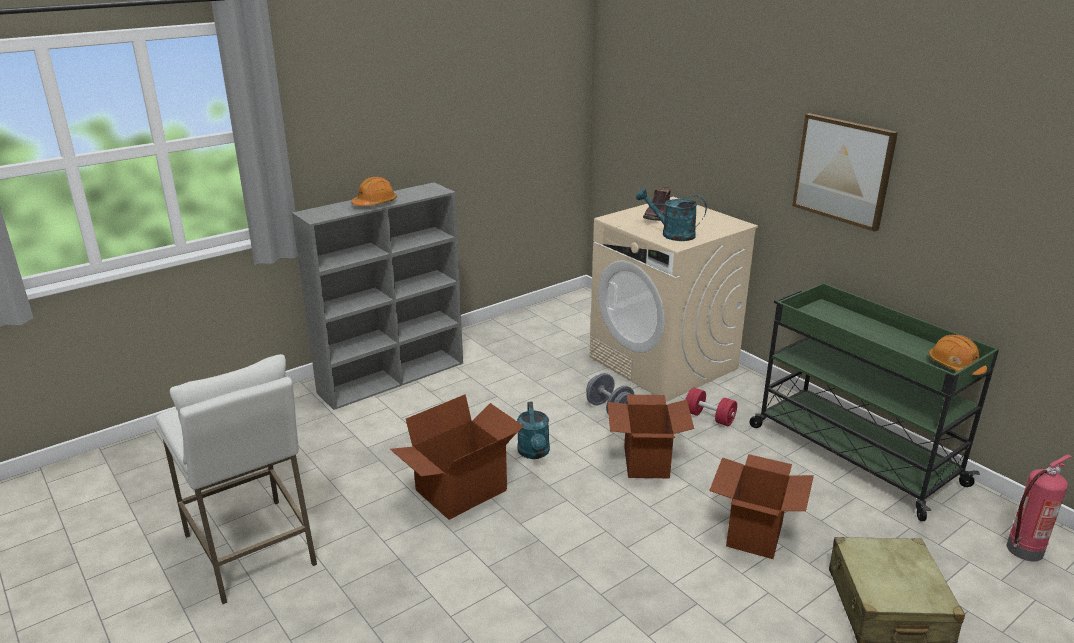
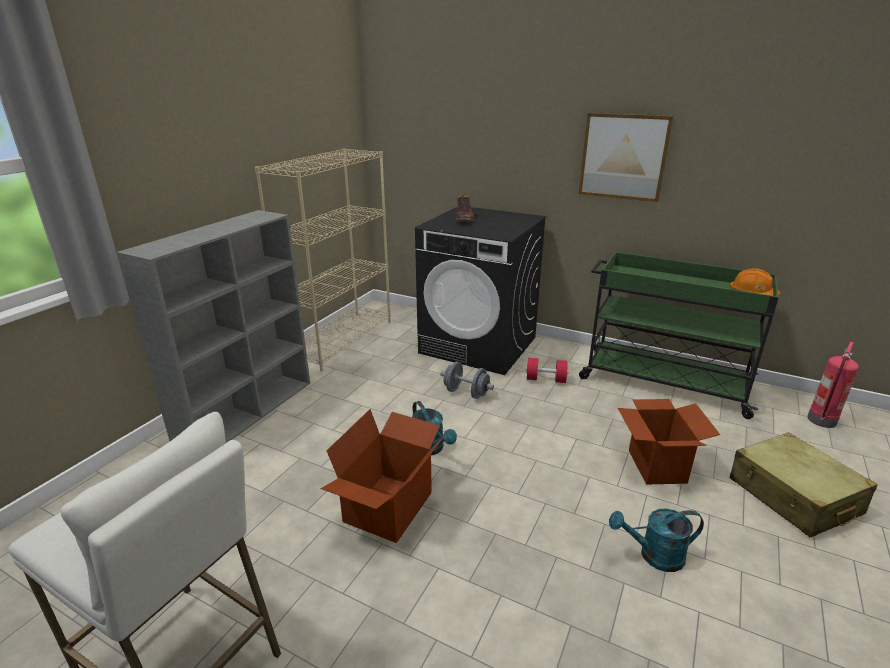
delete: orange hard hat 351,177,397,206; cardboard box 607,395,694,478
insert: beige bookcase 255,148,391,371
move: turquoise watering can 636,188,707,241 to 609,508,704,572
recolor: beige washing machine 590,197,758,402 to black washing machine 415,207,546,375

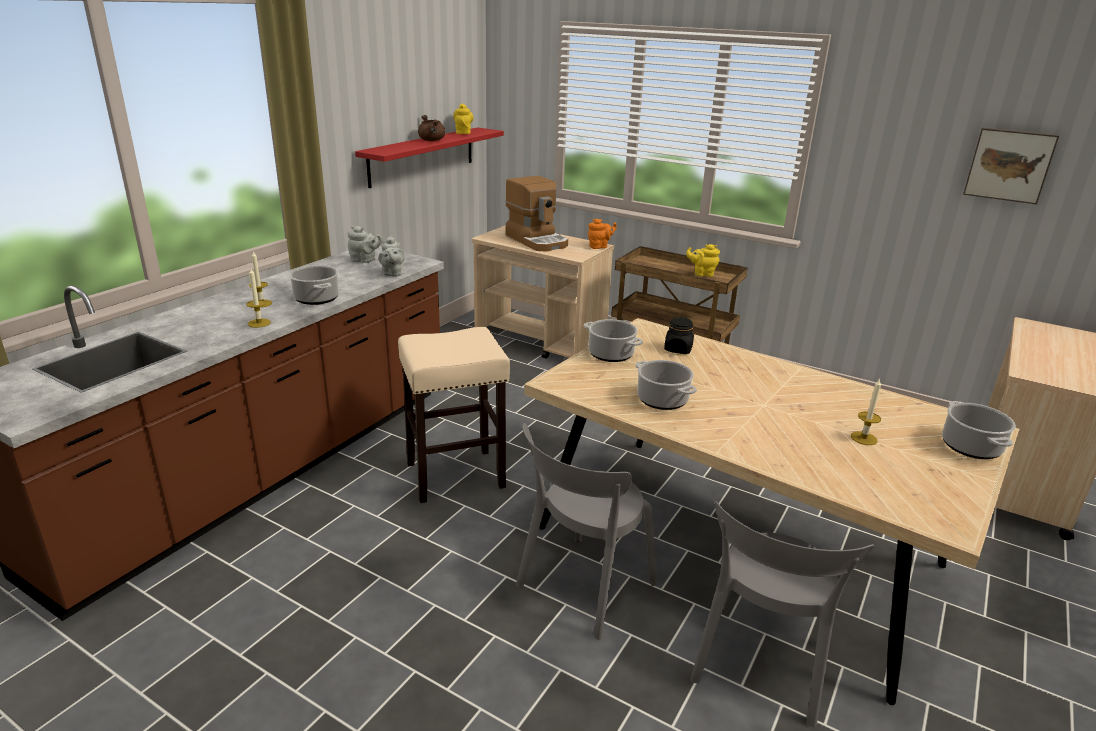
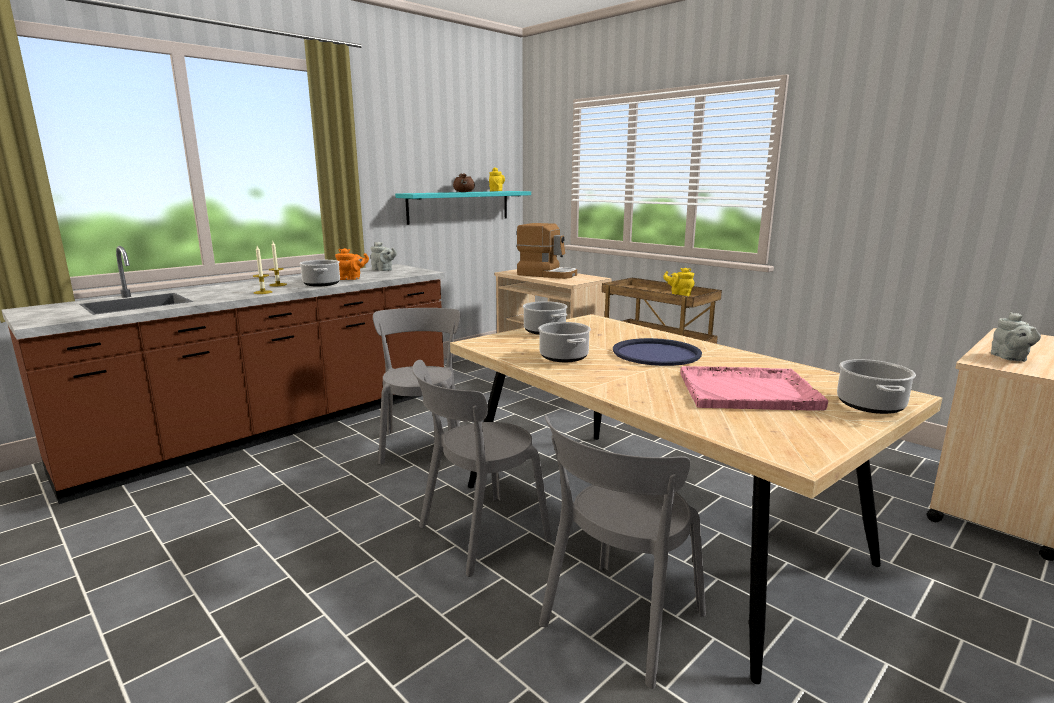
delete: black jar 664,317,694,354; picture 963,127,1059,204
insert: blue tray 613,338,702,366
move: grey teapot 378,236,405,277 to 991,312,1041,362; orange teapot 588,219,617,249 to 335,248,369,280
replace: beige stool 398,327,510,503 to grey chair 373,308,460,464; candle 851,379,881,445 to pink tray 680,366,828,411
recolor: red shelf 355,127,504,188 to turquoise shelf 395,191,531,225
rotate: coffee machine 506,176,568,251 = 517,223,577,279 45 degrees counterclockwise

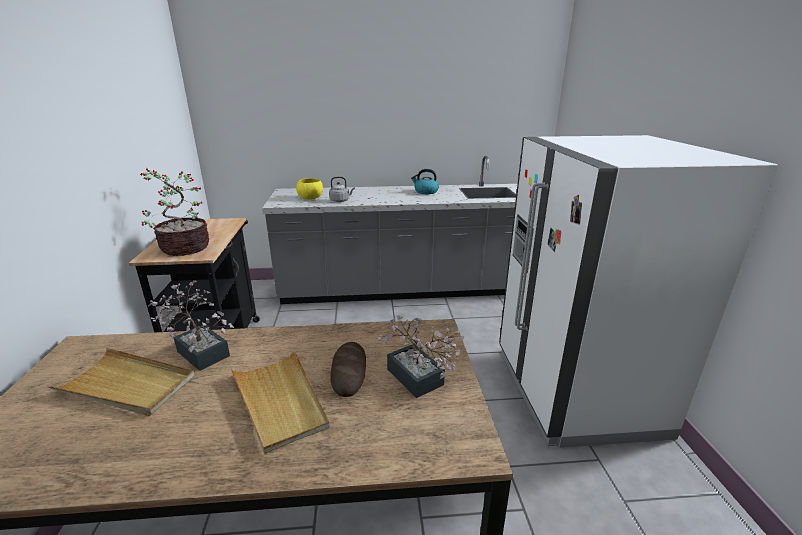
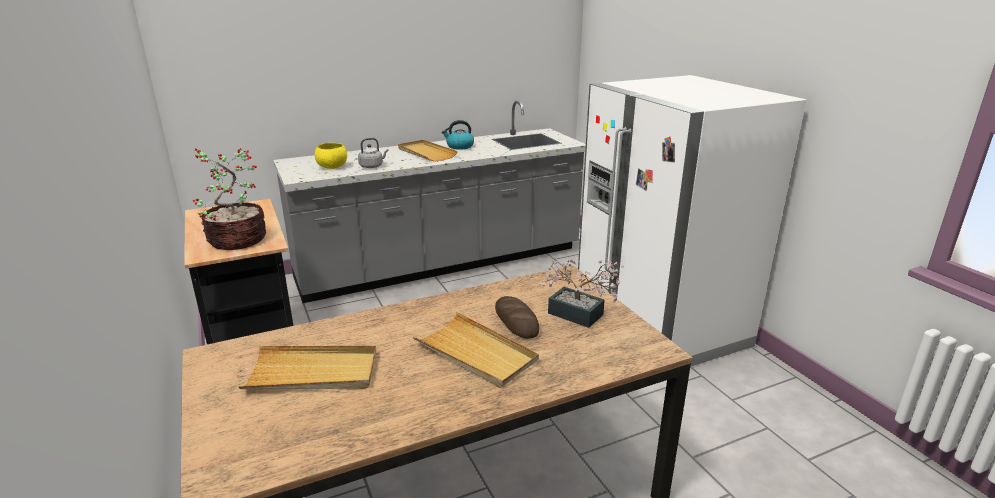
delete: potted plant 148,280,234,371
insert: beige tray 398,140,458,162

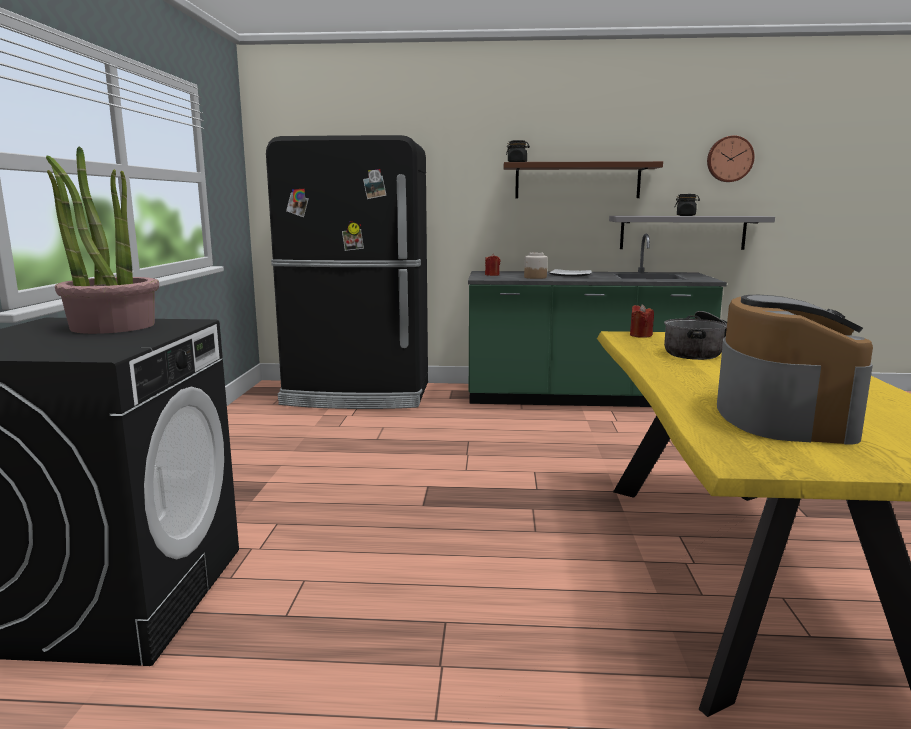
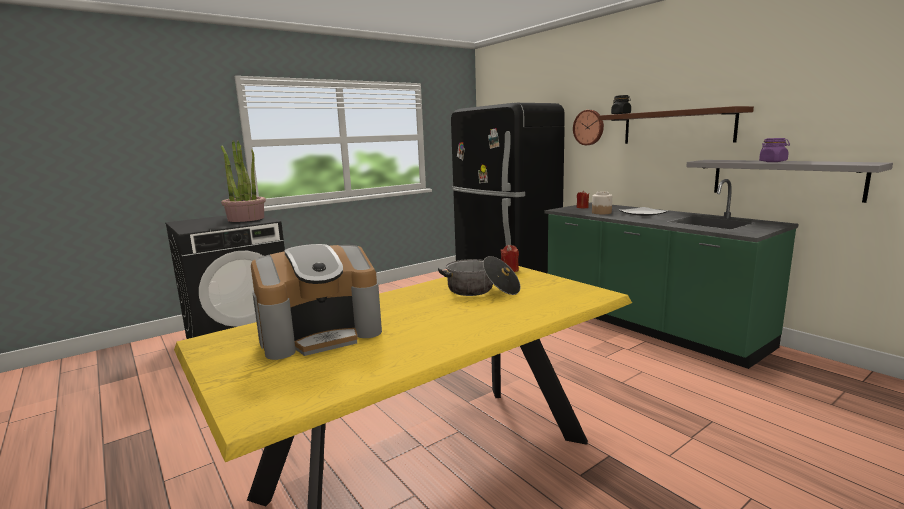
move: wall clock 707,135,755,182 to 573,110,604,145
recolor: black jar 675,194,700,216 to purple jar 759,138,790,162

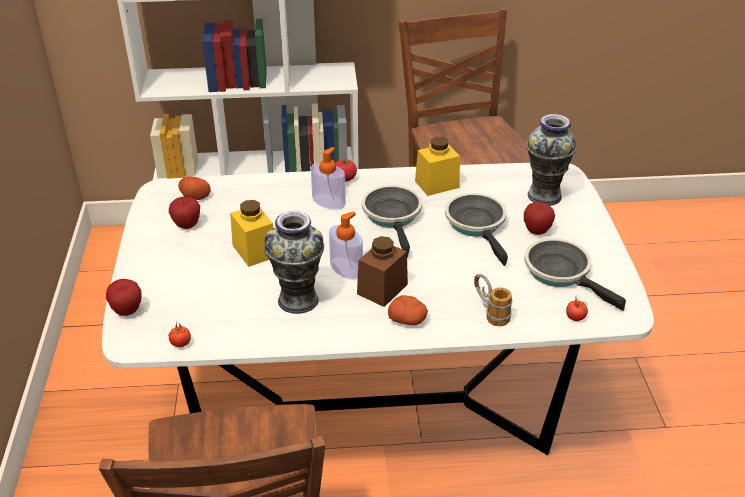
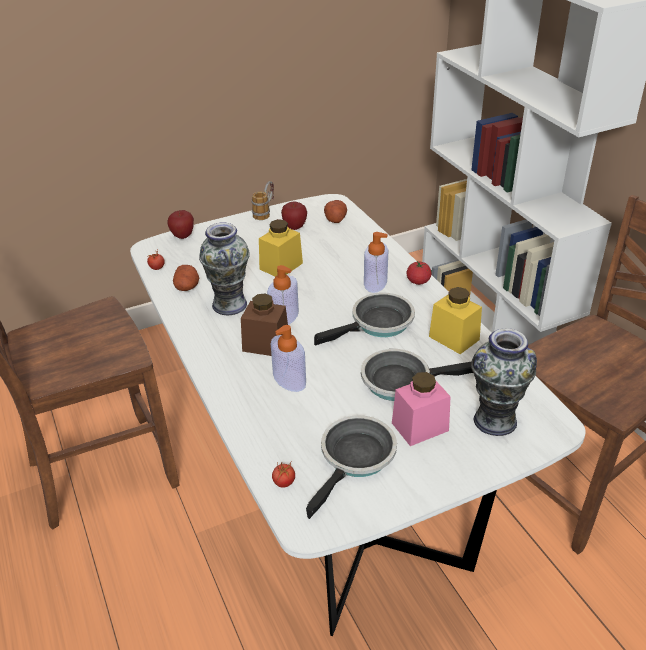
insert: soap dispenser 271,325,306,392
move: potato 388,295,428,325 to 173,265,199,291; mug 474,274,512,326 to 251,181,274,220
replace: apple 524,202,555,235 to pink jar 392,372,451,446
rotate: frying pan 445,193,508,266 = 361,349,473,401 150 degrees counterclockwise

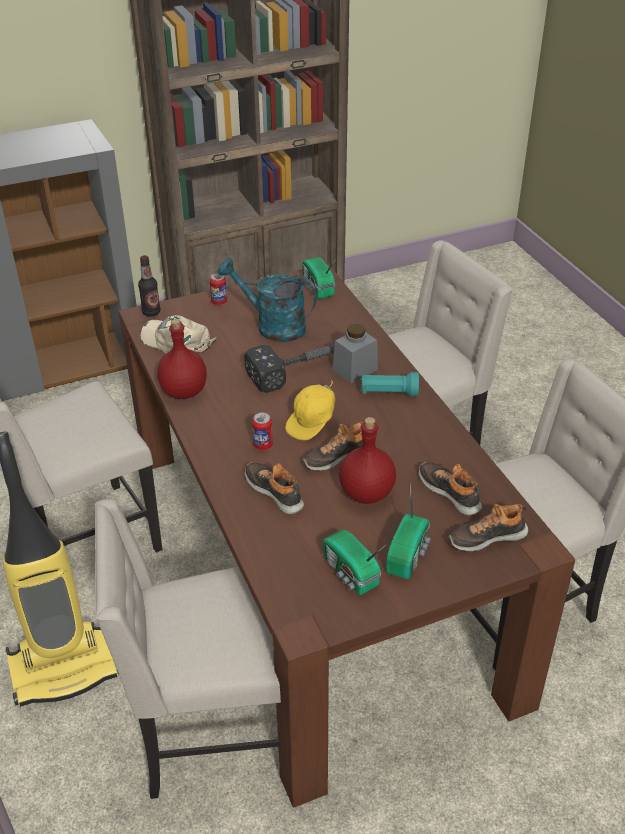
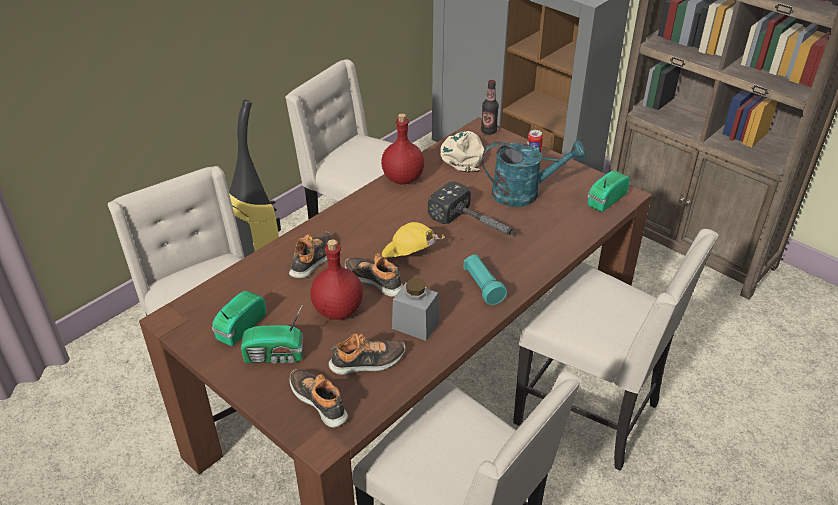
delete: can 252,413,273,450
move: grey jar 333,324,378,383 to 392,278,440,341
rotate: turquoise watering can 217,258,317,342 = 482,140,586,207 90 degrees clockwise; shoe 419,462,482,516 = 328,333,406,375 45 degrees clockwise

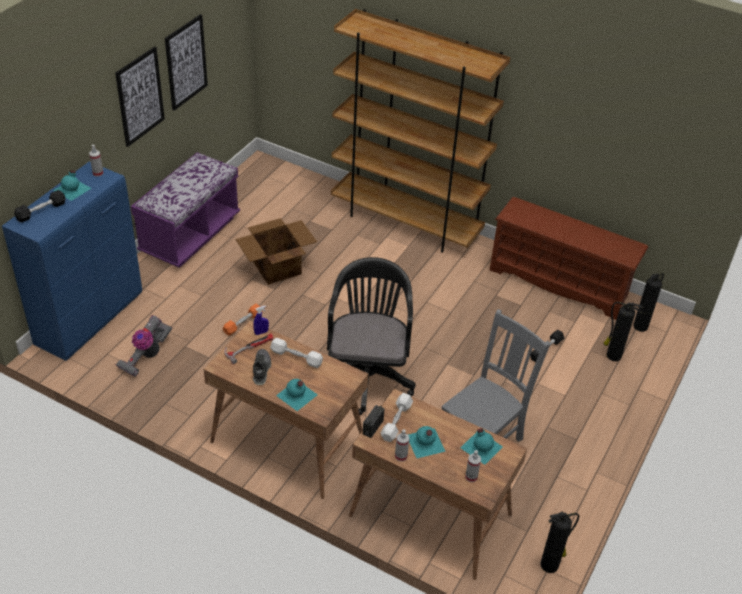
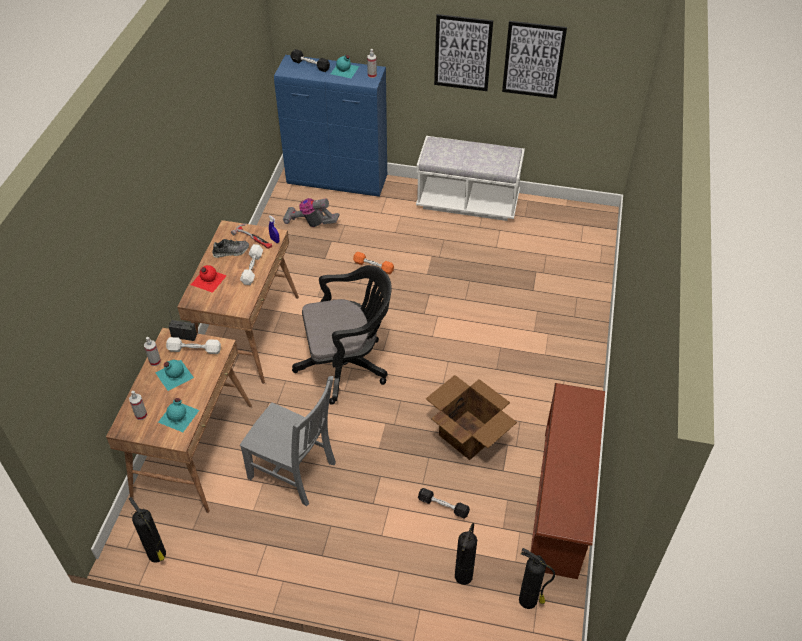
delete: brown bookcase 331,9,510,253
move: cardboard box 235,218,317,285 to 426,375,517,460
recolor: purple bench 131,152,240,268 to white bench 416,136,525,221; turquoise bottle 276,379,318,411 to red bottle 191,265,227,293

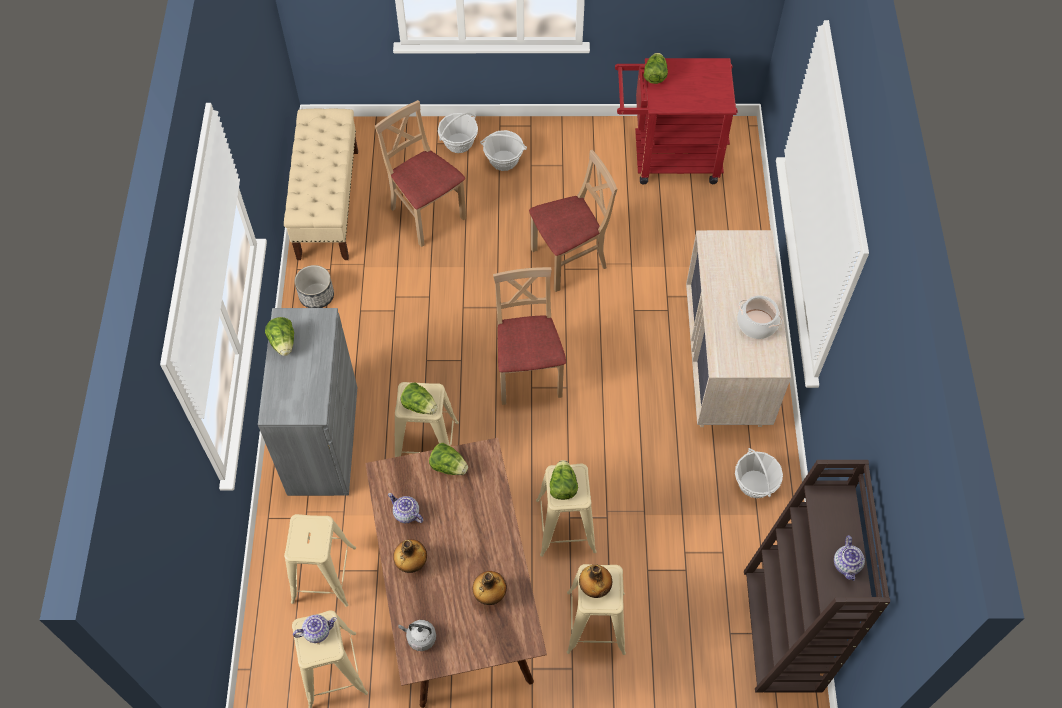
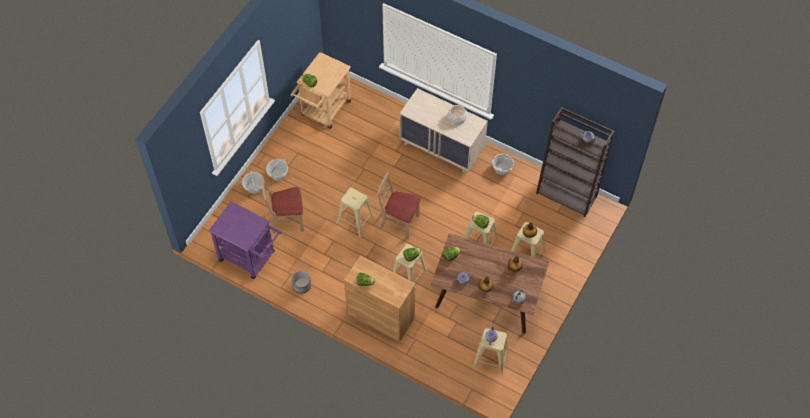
delete: beige chair 529,150,617,292
move: beige stool 284,514,356,607 to 337,188,375,237
replace: beige bench 284,108,358,260 to purple cart 209,201,282,279
recolor: grey cabinet 258,308,357,496 to brown cabinet 344,256,415,342; red cart 615,58,738,184 to beige cart 291,52,351,129

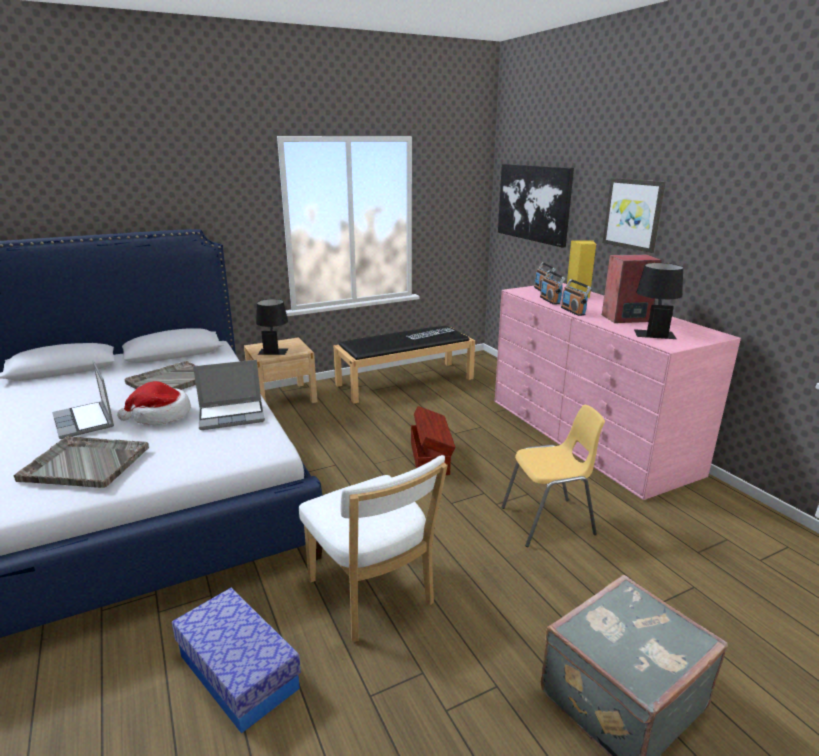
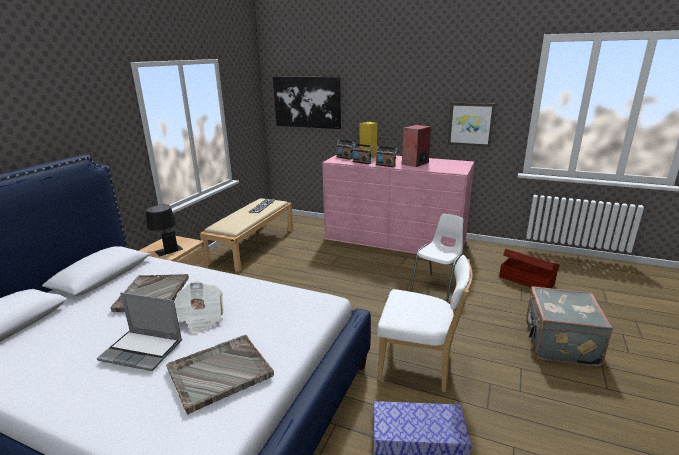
delete: laptop 193,360,265,430; black table lamp 634,263,683,339
move: brown storage box 411,406,455,475 to 499,249,560,288; picture 603,178,665,253 to 448,102,496,147
replace: hat 117,381,191,425 to newspaper 175,281,224,334
recolor: black bench 333,326,475,404 to beige bench 200,198,293,272; yellow chair 501,405,605,547 to white chair 410,214,464,302

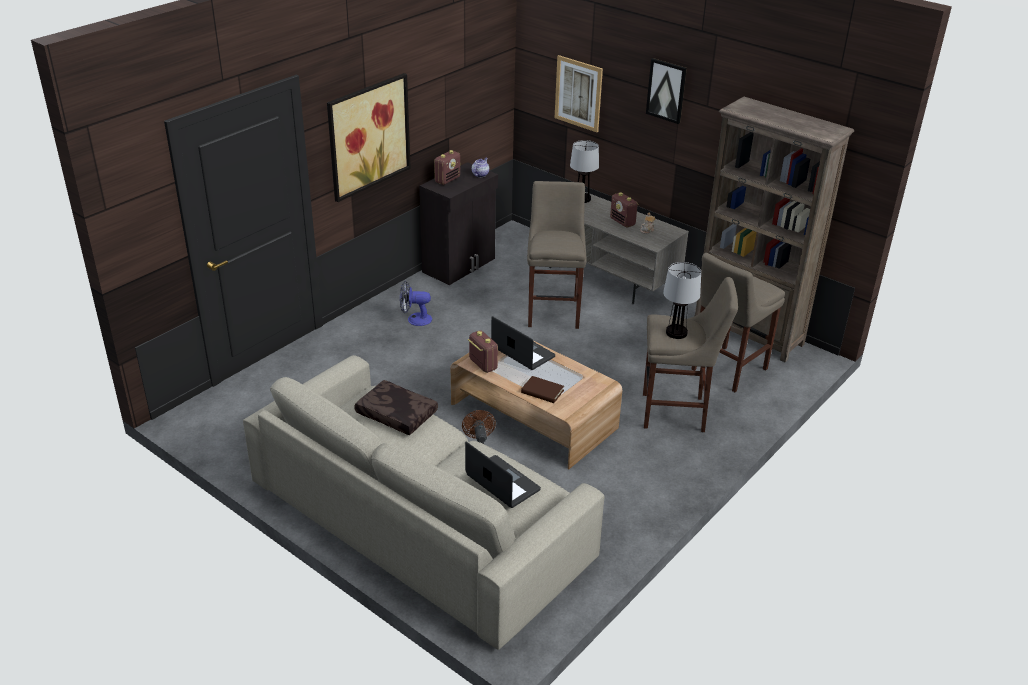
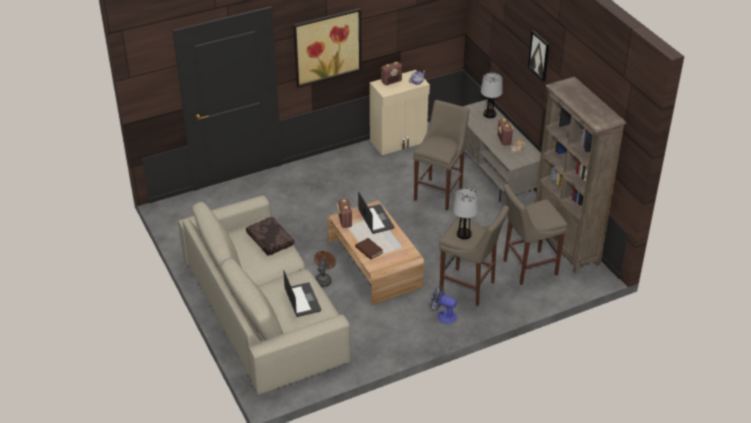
delete: picture 555,55,603,132
move: fan 400,281,432,326 to 430,285,457,324
recolor: black cabinet 419,162,498,285 to beige cabinet 370,70,430,155

